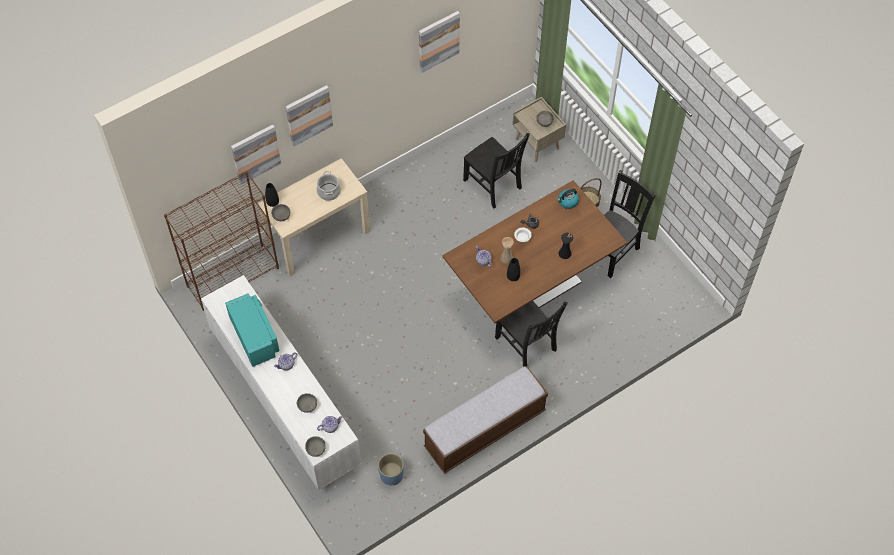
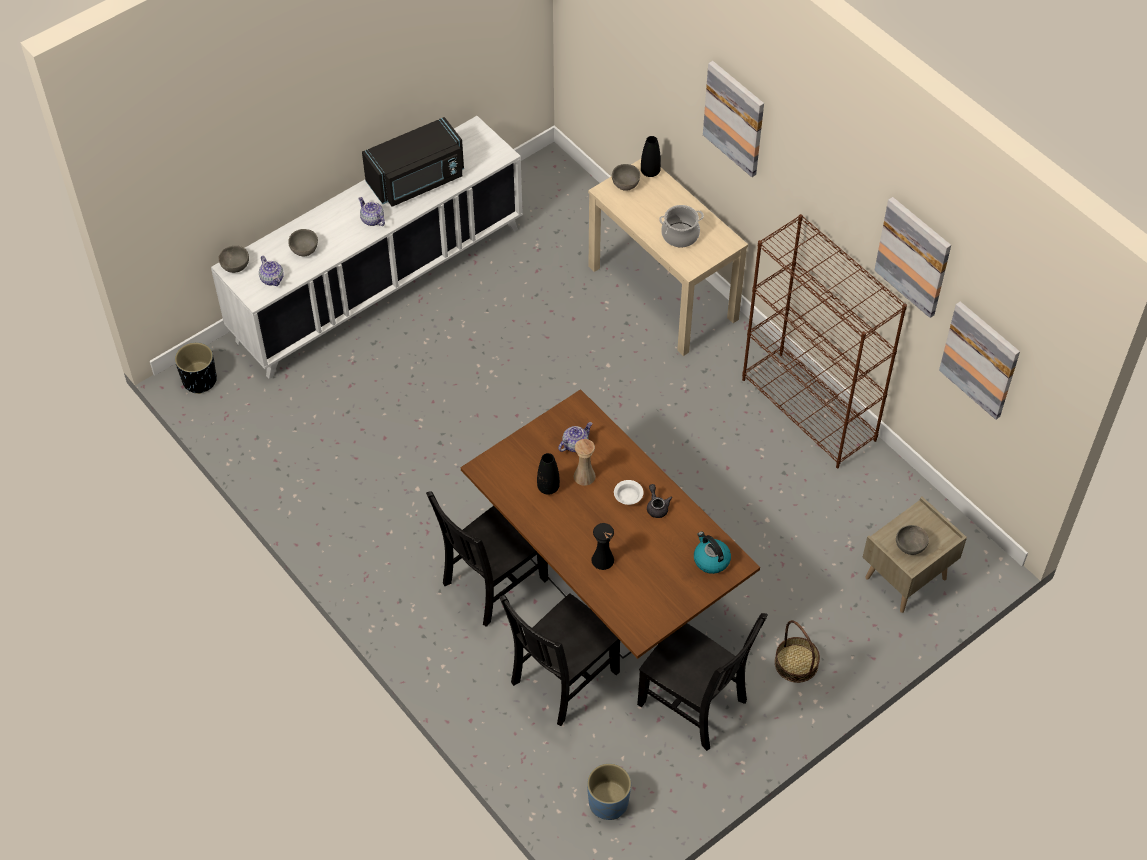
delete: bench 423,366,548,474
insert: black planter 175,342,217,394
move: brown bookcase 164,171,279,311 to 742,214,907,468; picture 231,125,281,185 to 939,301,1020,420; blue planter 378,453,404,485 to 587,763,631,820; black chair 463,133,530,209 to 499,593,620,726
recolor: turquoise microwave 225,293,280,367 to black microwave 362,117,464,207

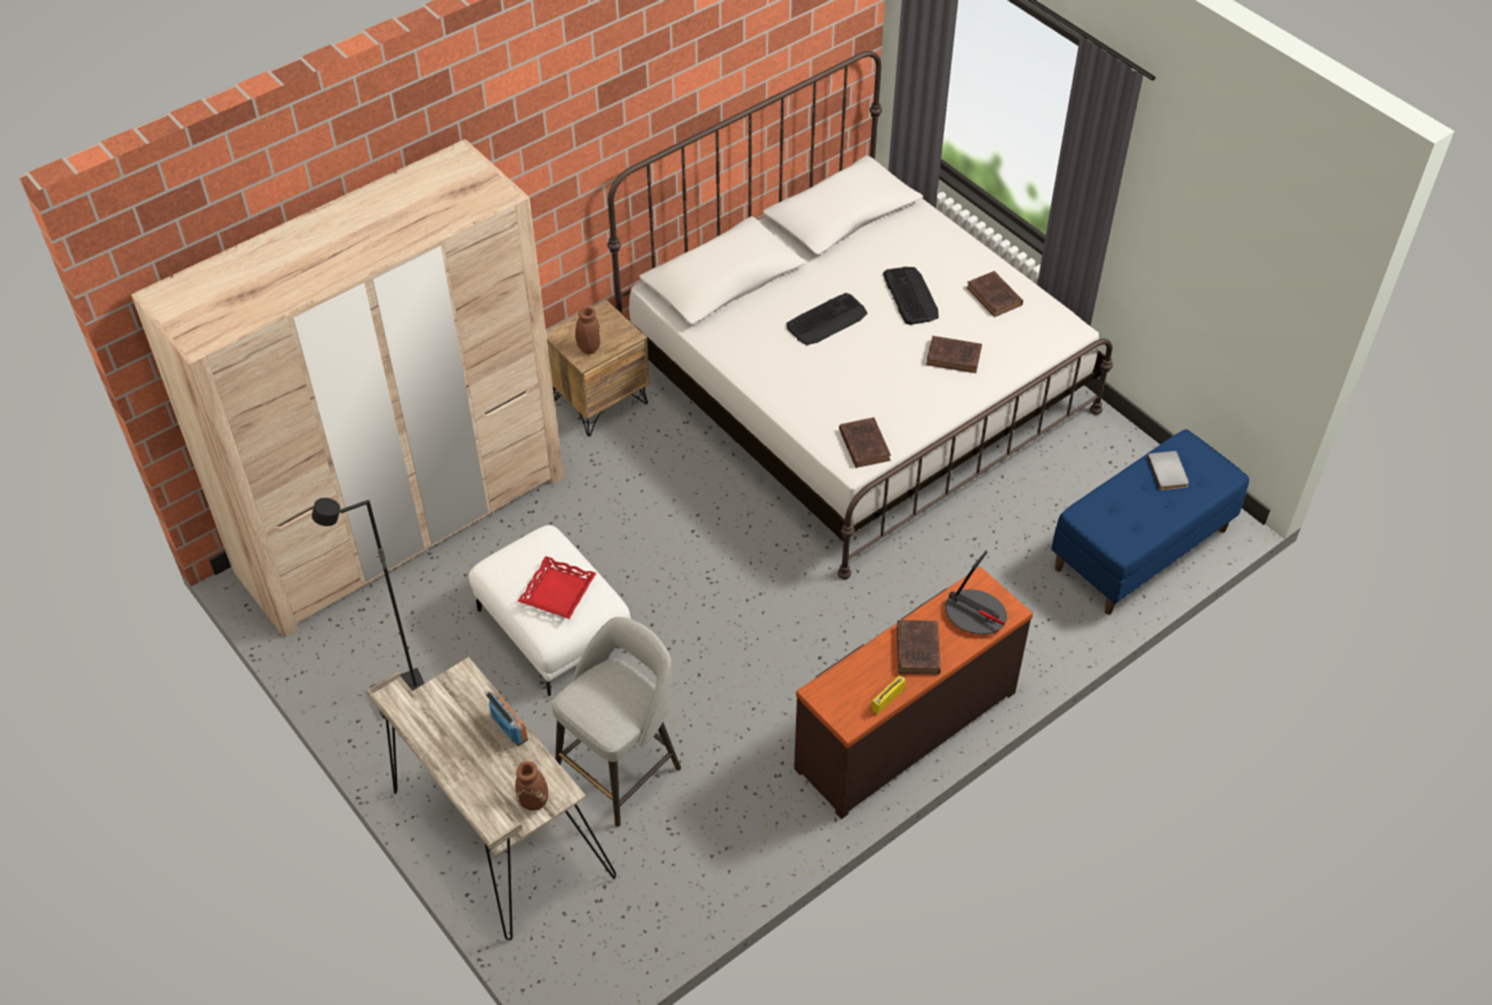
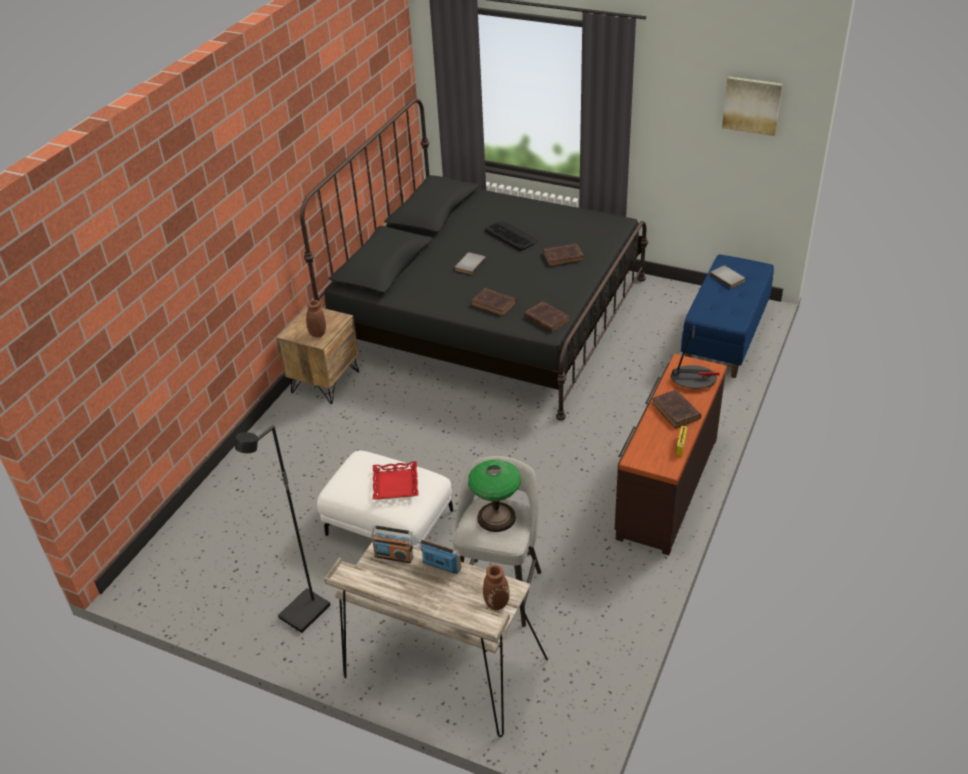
delete: beige wardrobe 131,139,564,638
insert: radio 371,525,414,563; table lamp 468,460,521,532; picture 722,76,783,136
move: brown book 966,271,1023,317 to 471,288,517,316
replace: keyboard 787,293,867,345 to grey book 455,252,486,275
recolor: white bed 607,51,1113,579 to black bed 300,98,648,420

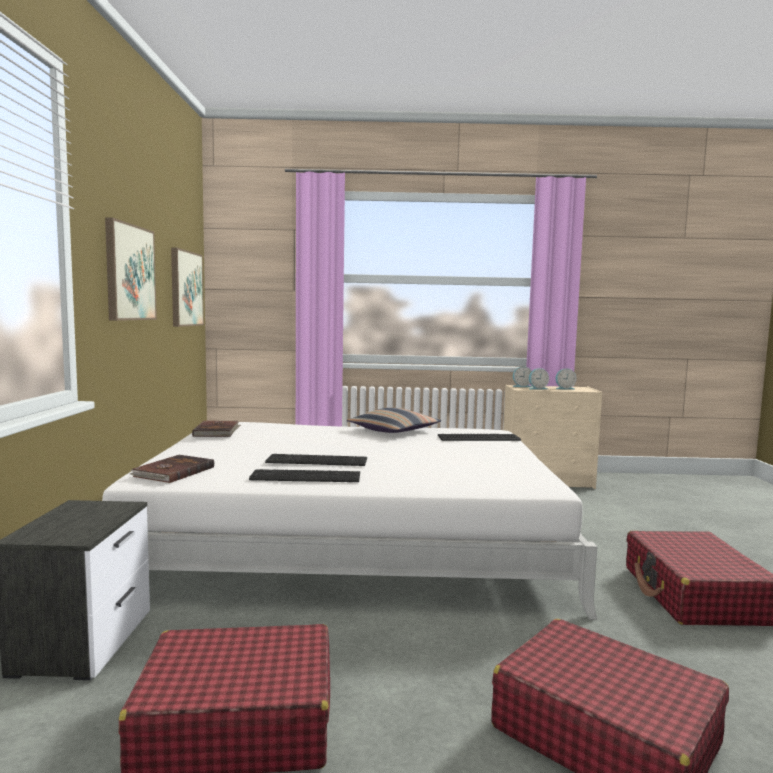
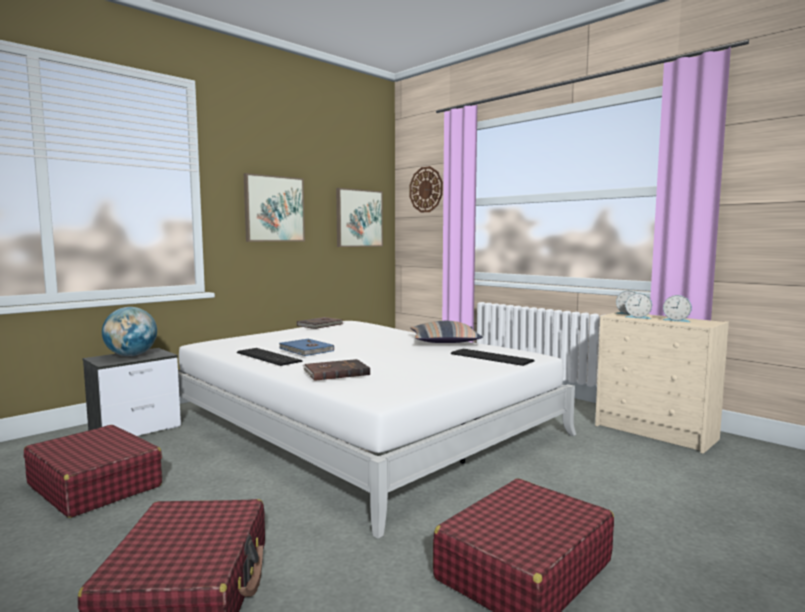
insert: globe 102,307,157,356; wall clock 410,166,443,213
move: brown book 130,455,214,483 to 303,359,370,381
replace: keyboard 265,454,367,466 to blue book 279,339,334,356

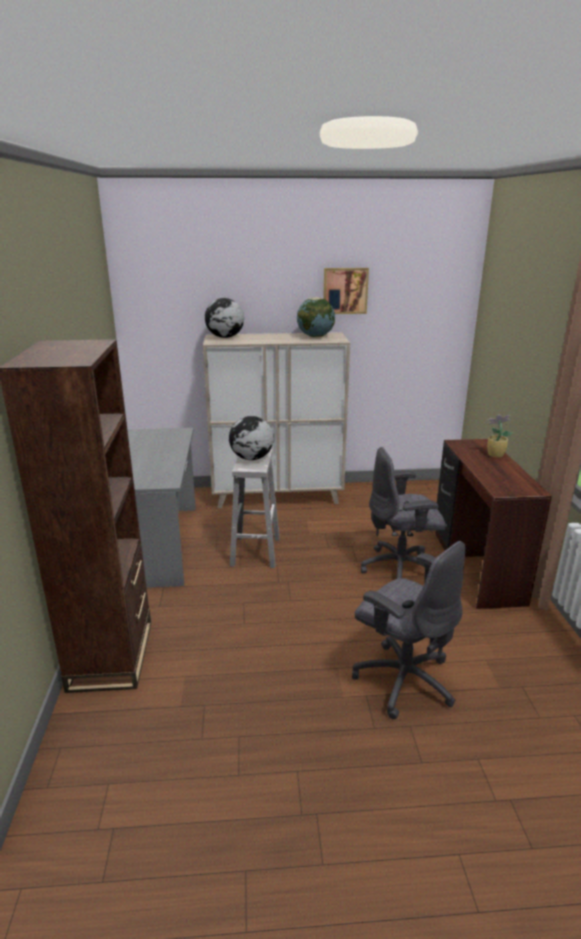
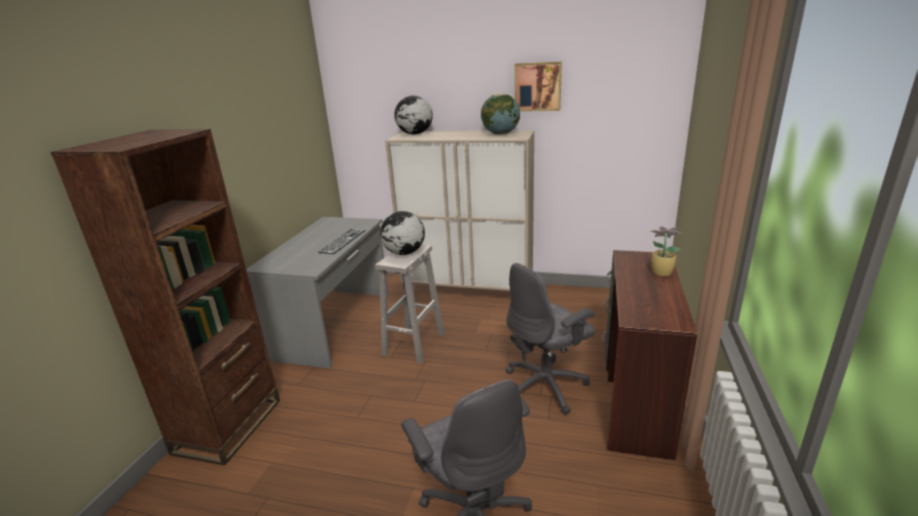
insert: keyboard 318,229,365,254
rotate: grey office chair 361,447,446,579 = 506,263,595,415 45 degrees counterclockwise

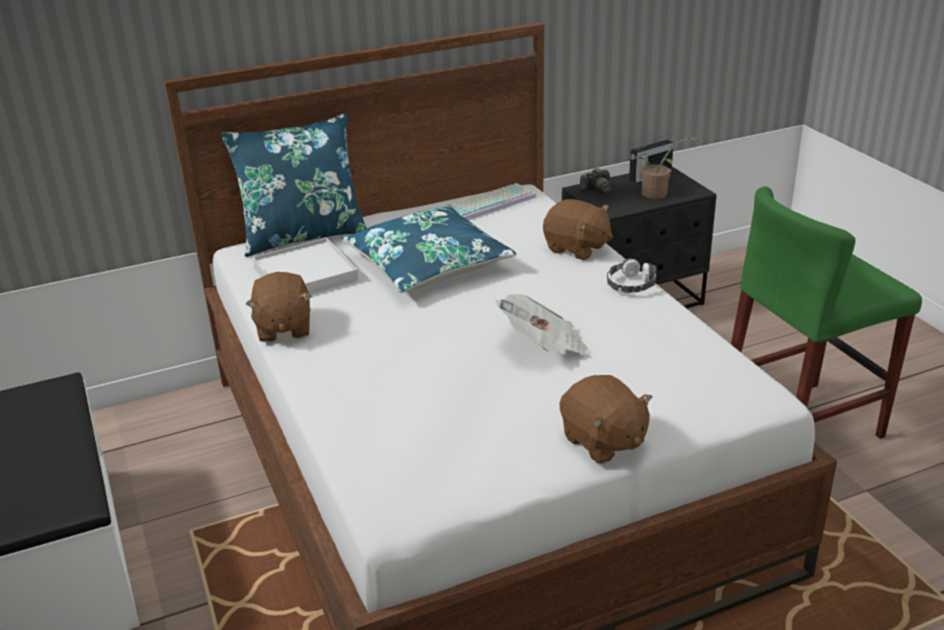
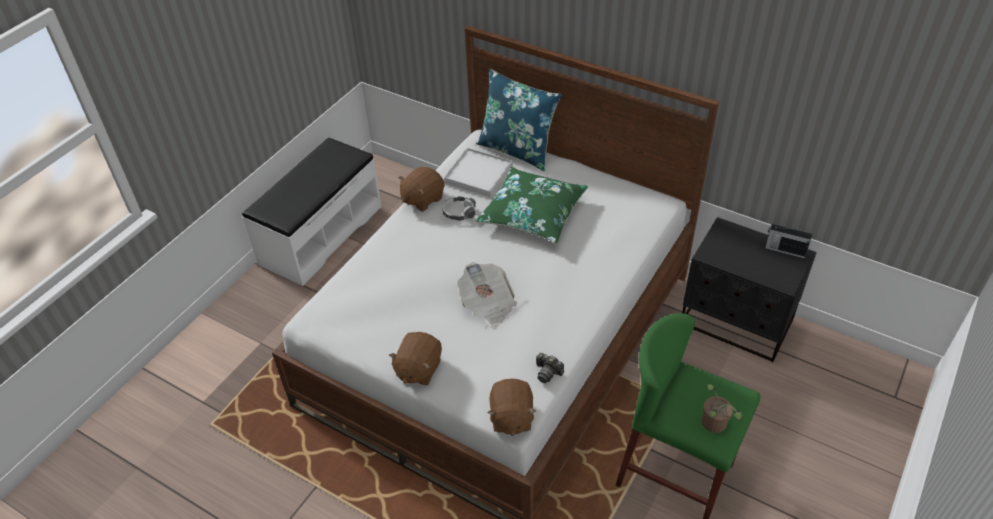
delete: keyboard 445,183,536,220
move: brown plush toy 543,199,613,260 to 488,379,536,436; photo camera 580,168,612,195 to 536,353,564,383; headphones 607,258,656,293 to 442,196,476,221; potted plant 634,137,699,199 to 702,385,742,433
recolor: blue pillow 341,206,517,293 to green pillow 476,167,588,244

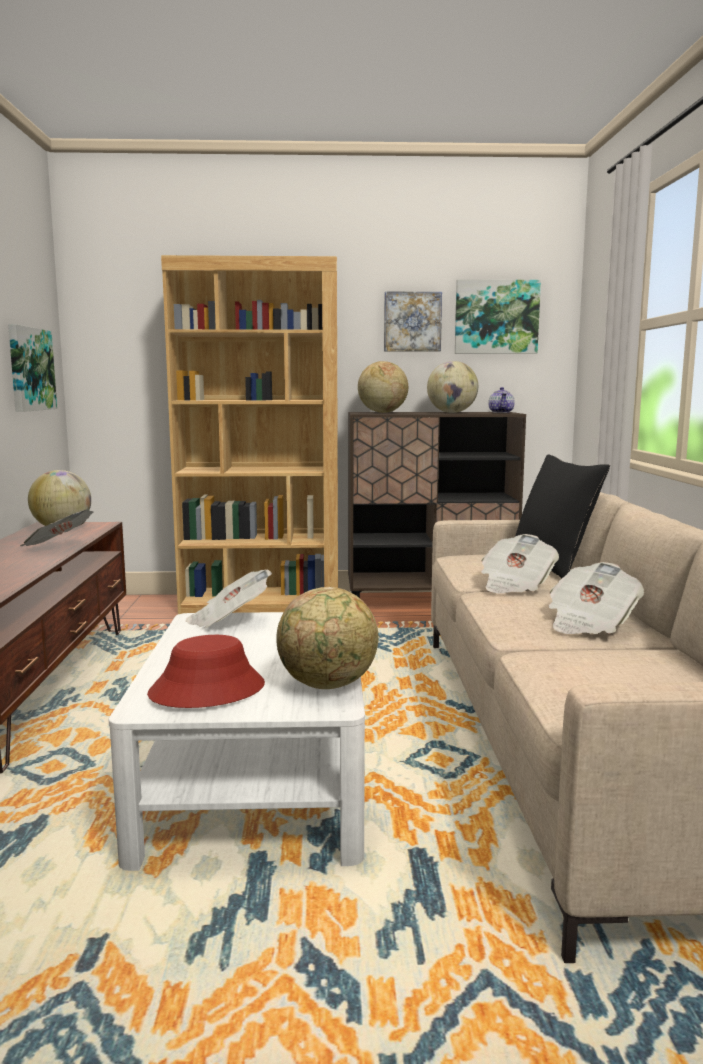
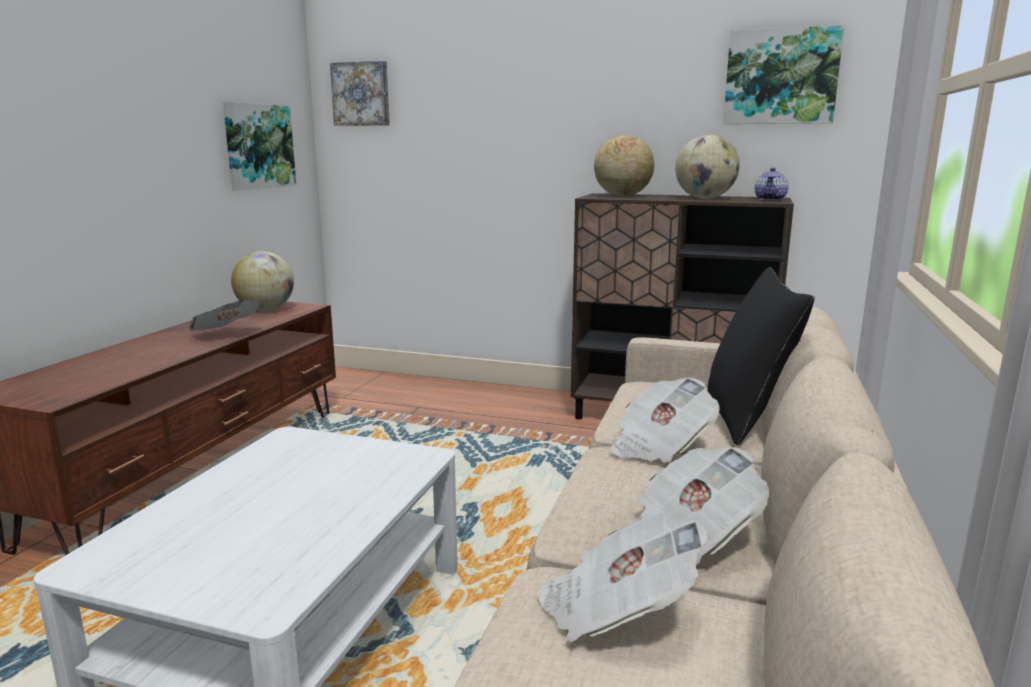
delete: red hat 147,635,265,708; brown bookcase 161,255,338,614; globe 276,587,378,689
move: newspaper 186,570,272,628 to 537,512,709,642; picture 384,291,442,352 to 330,61,390,126

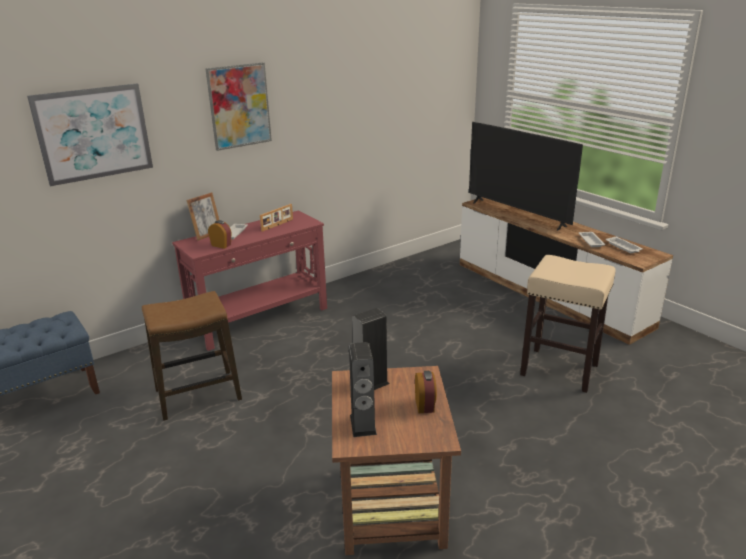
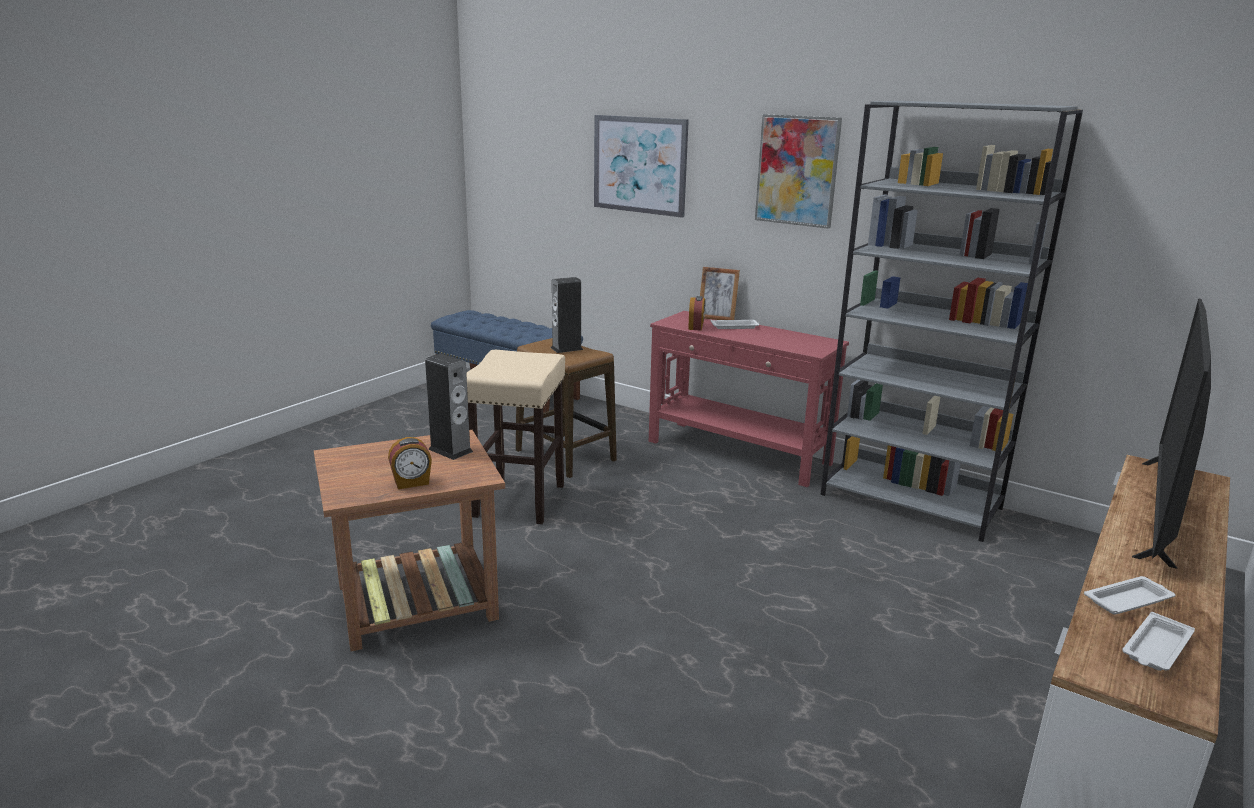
delete: picture frame 260,204,293,232
insert: grey bookcase 821,101,1083,542
move: speaker 349,342,377,437 to 551,277,583,353; beige stool 520,255,616,393 to 466,350,565,524

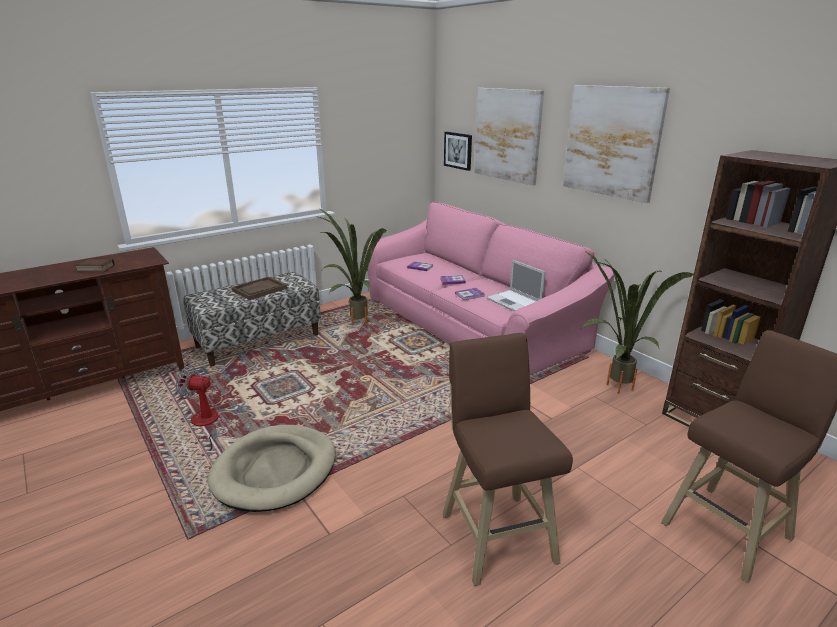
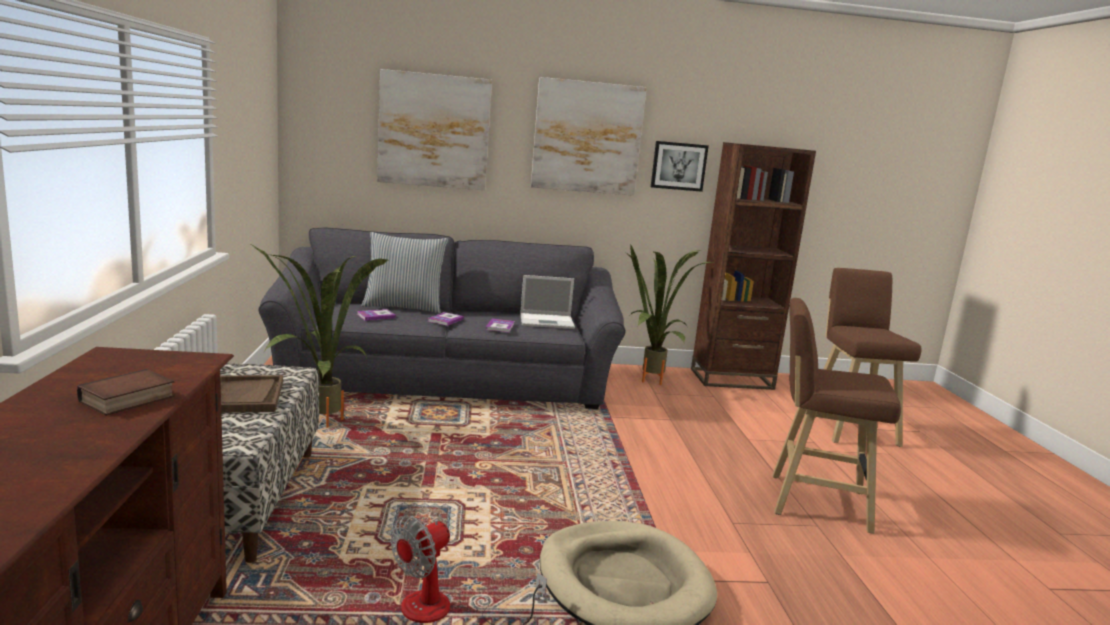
insert: pillow 361,232,448,314
move: picture 444,132,472,171 to 651,141,709,192
recolor: pink sofa 363,202,614,375 to grey sofa 258,227,626,409

